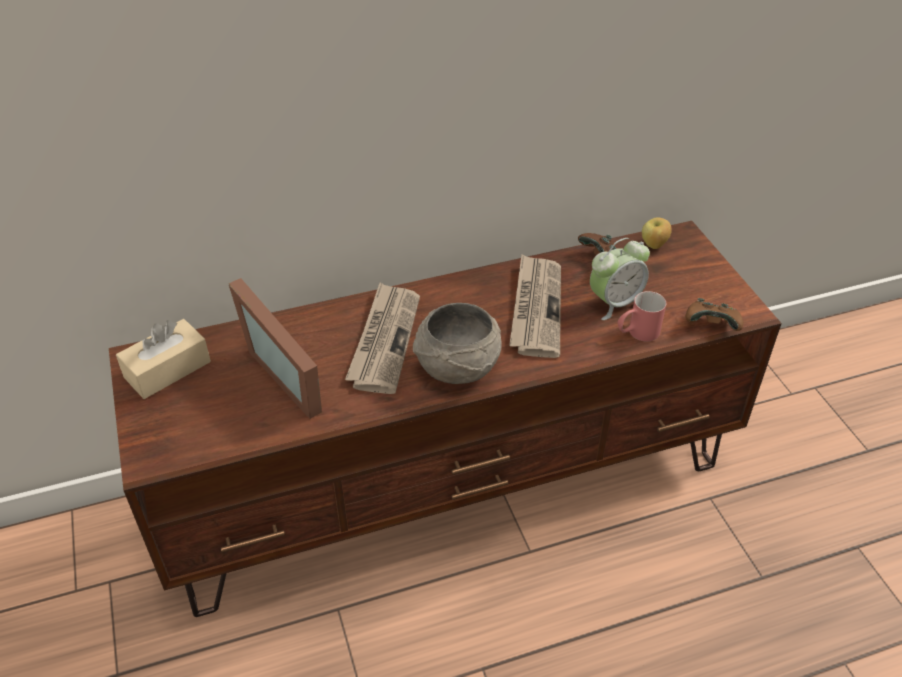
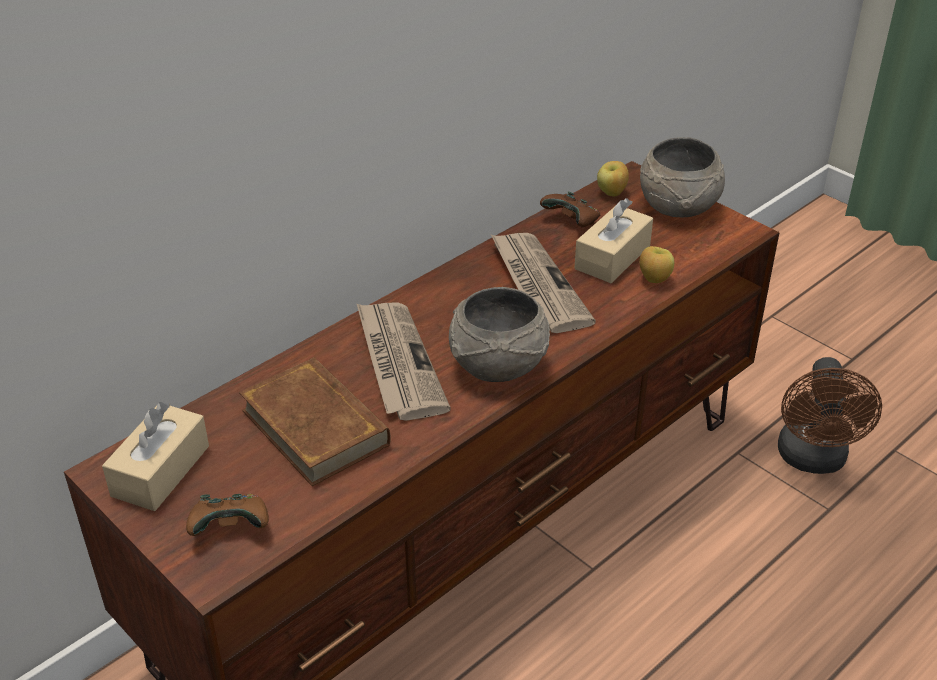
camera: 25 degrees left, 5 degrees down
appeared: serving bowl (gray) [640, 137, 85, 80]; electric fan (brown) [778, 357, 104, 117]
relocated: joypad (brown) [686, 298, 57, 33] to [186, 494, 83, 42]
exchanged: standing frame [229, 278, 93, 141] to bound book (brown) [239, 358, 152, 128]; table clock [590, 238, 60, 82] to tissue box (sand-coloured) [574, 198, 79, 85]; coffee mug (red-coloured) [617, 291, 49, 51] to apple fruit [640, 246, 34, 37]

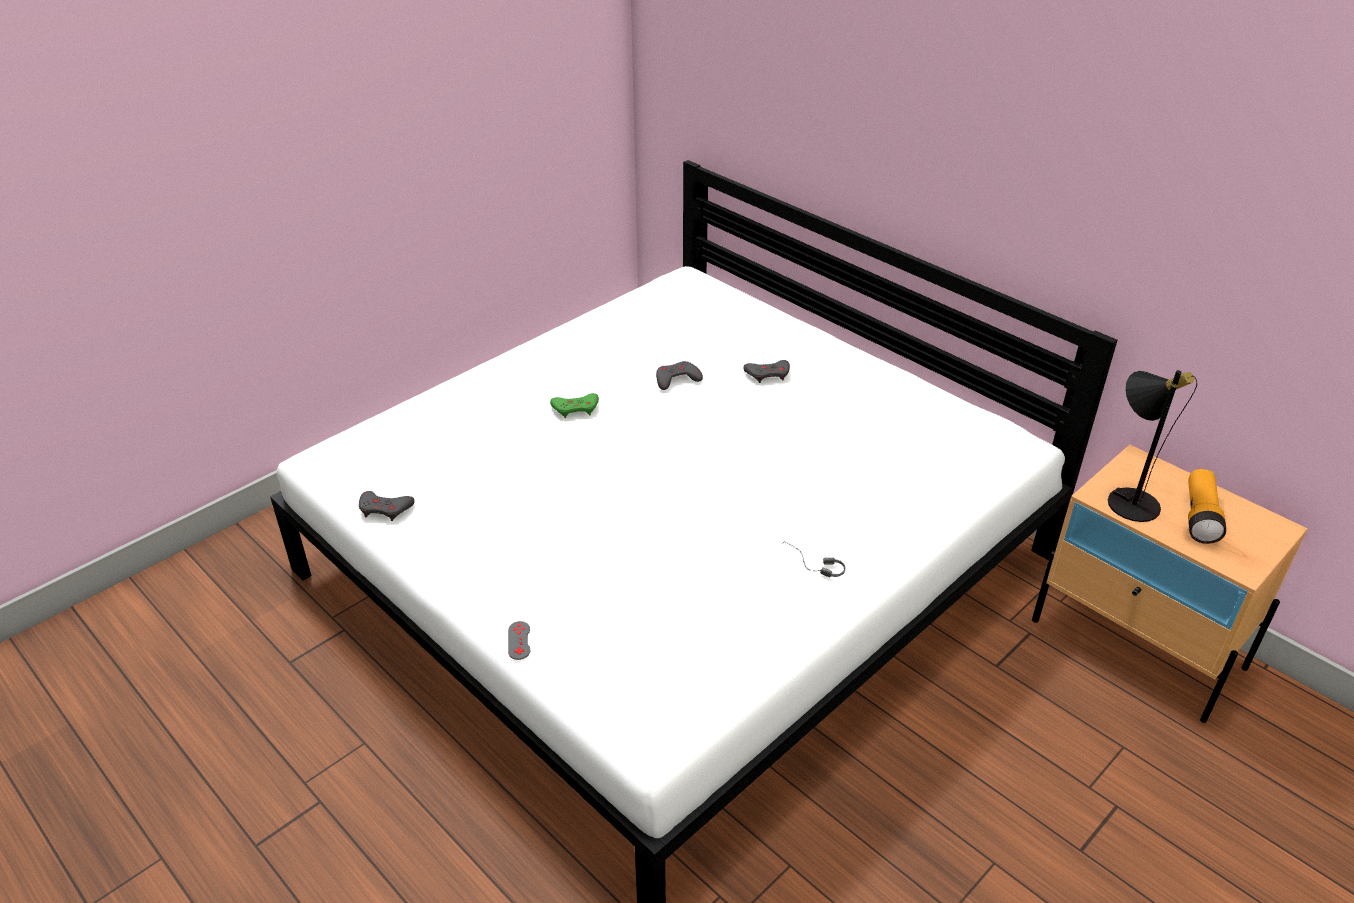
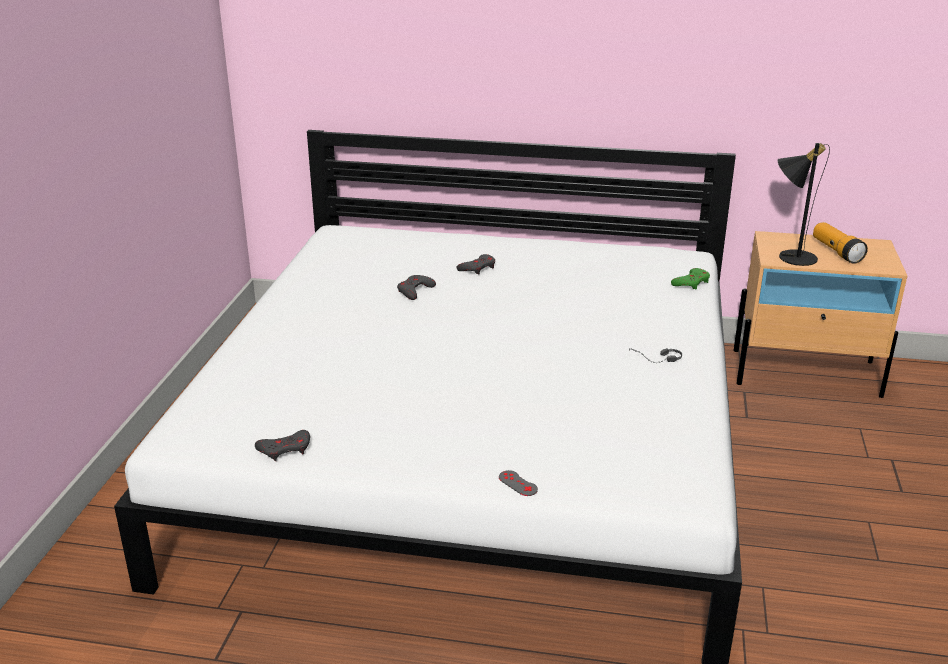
camera: 35 degrees left, 10 degrees down
relocated: joypad (green-coloured) [550, 393, 49, 25] to [671, 268, 39, 21]

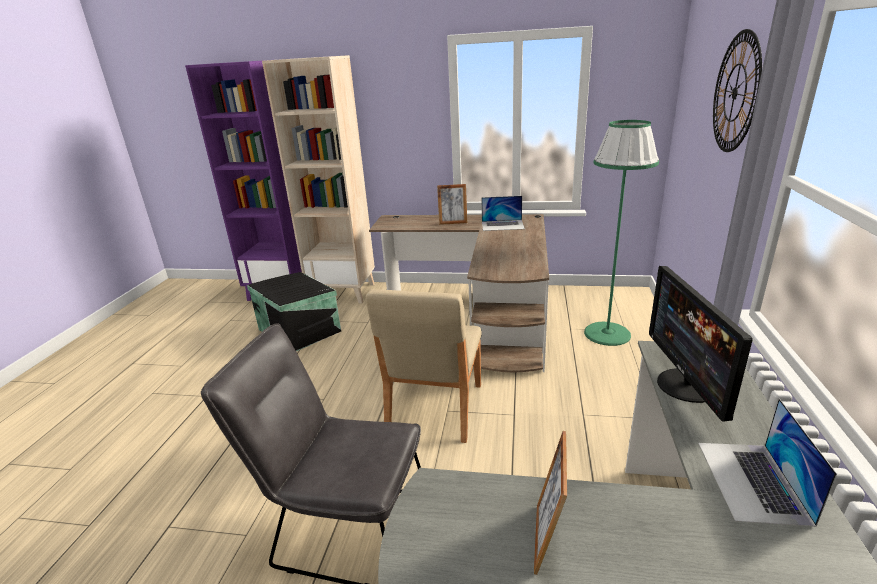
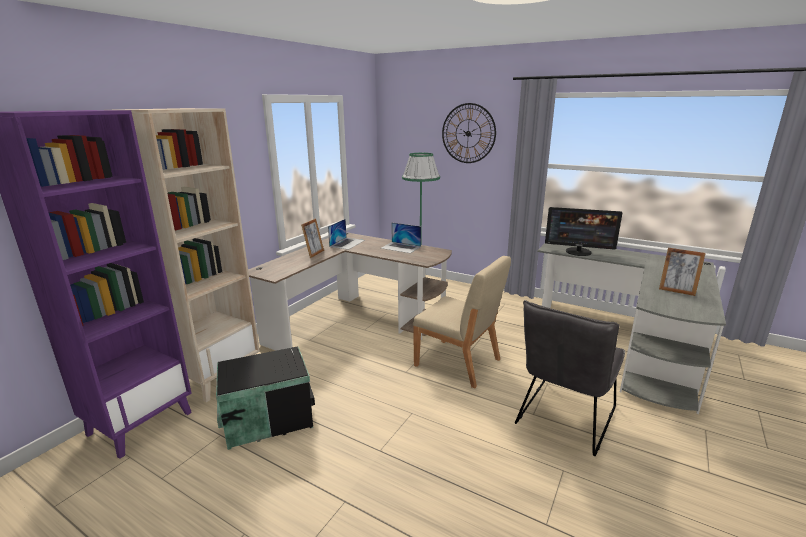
camera: 70 degrees left, 5 degrees down
relocated: portable computer [698, 398, 139, 129] to [381, 222, 40, 31]

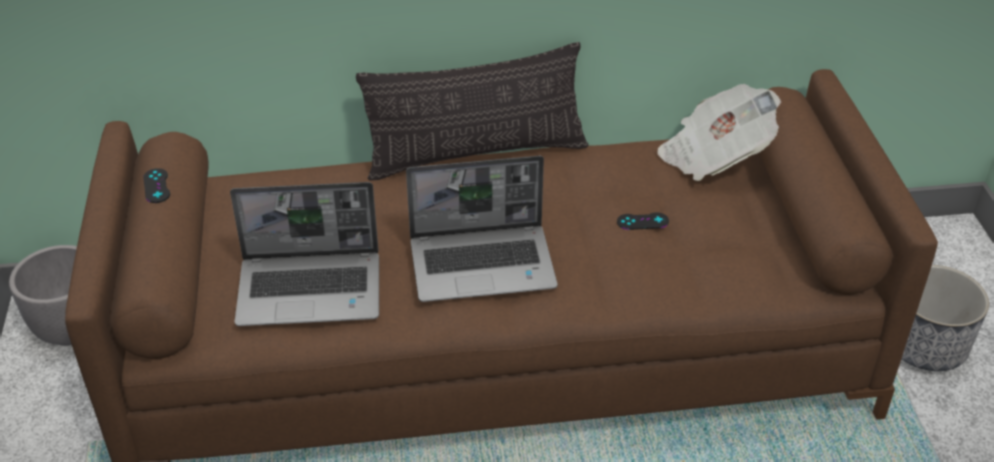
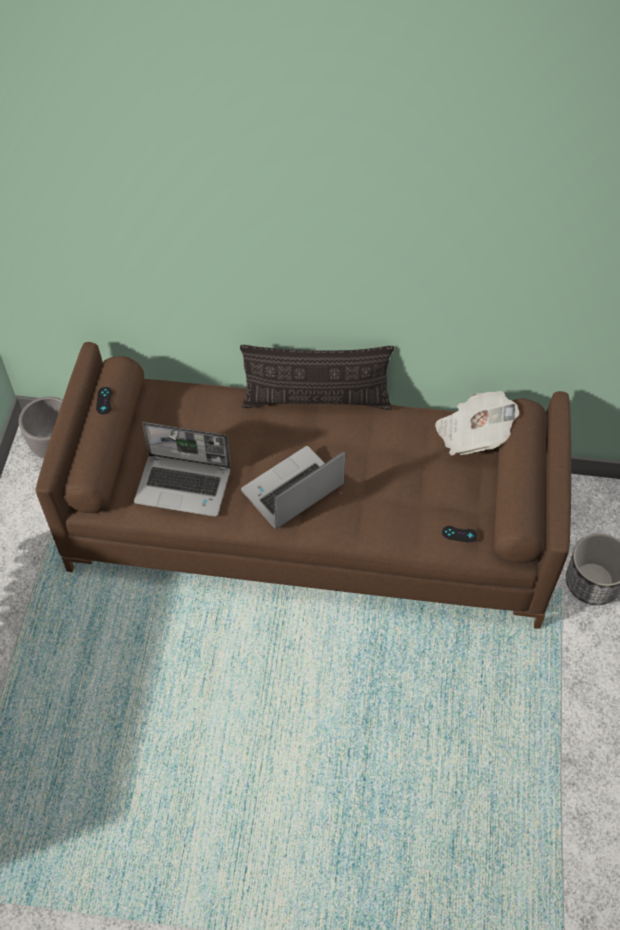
camera: 15 degrees right, 15 degrees up
relocated: joypad (black-coloured) [617, 212, 52, 18] to [442, 526, 35, 17]
spun: portable computer [406, 156, 152, 146] = [241, 446, 104, 83] 135 degrees clockwise

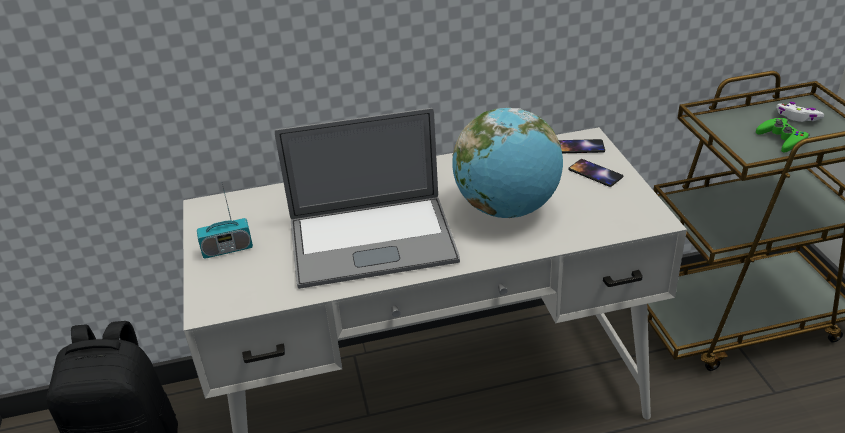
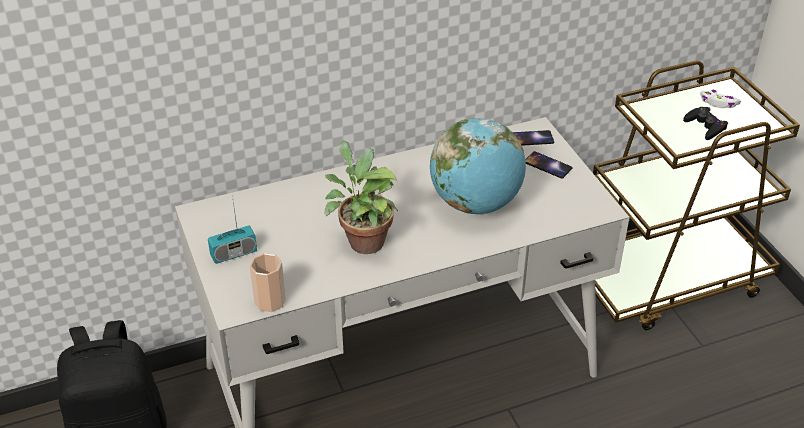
camera: 10 degrees left, 5 degrees up
appeared: small cup [249, 253, 37, 59]
exchanged: portable computer [275, 108, 185, 181] to houseplant [324, 141, 74, 113]
colour: joypad (green-coloured) [756, 118, 53, 34] to joypad (black-coloured) [683, 107, 45, 33]

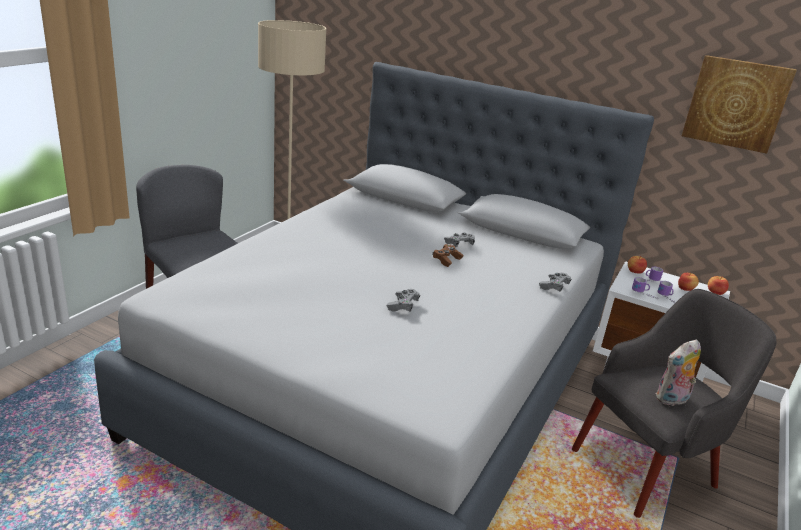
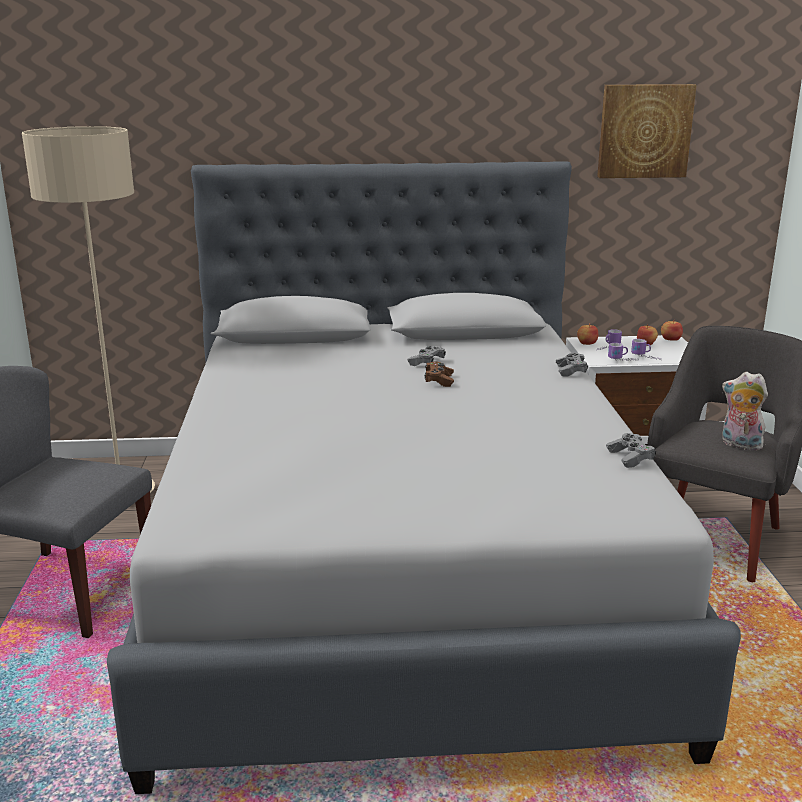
camera: 30 degrees left, 5 degrees down
relocated: joypad (gray) [387, 289, 33, 23] to [606, 433, 50, 35]
spun: cuddly toy [656, 339, 45, 67] = [722, 372, 46, 78] 90 degrees clockwise

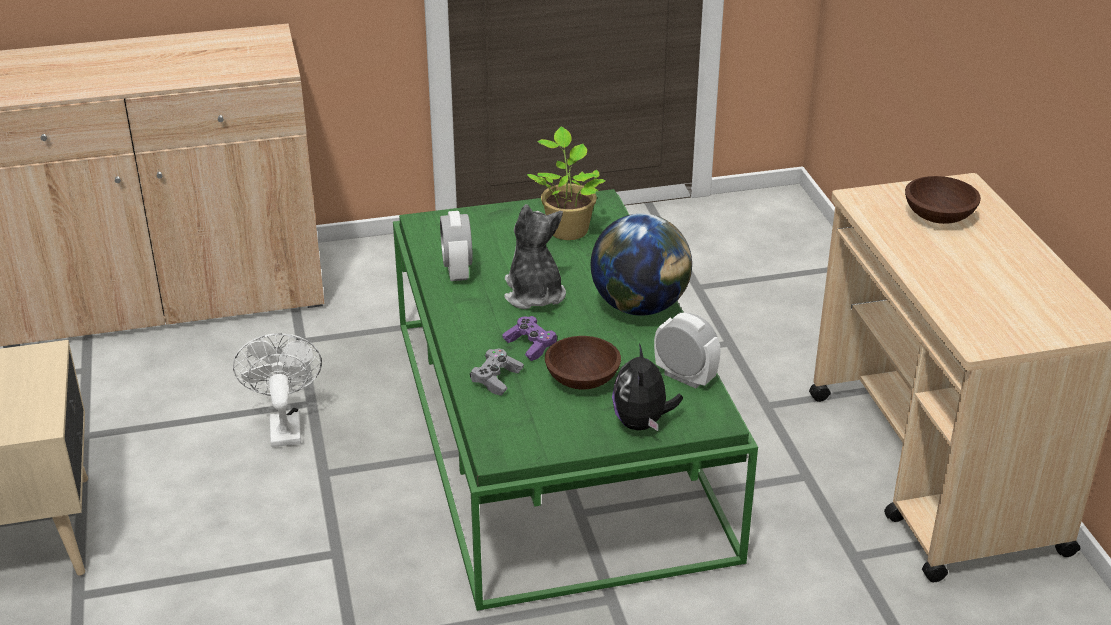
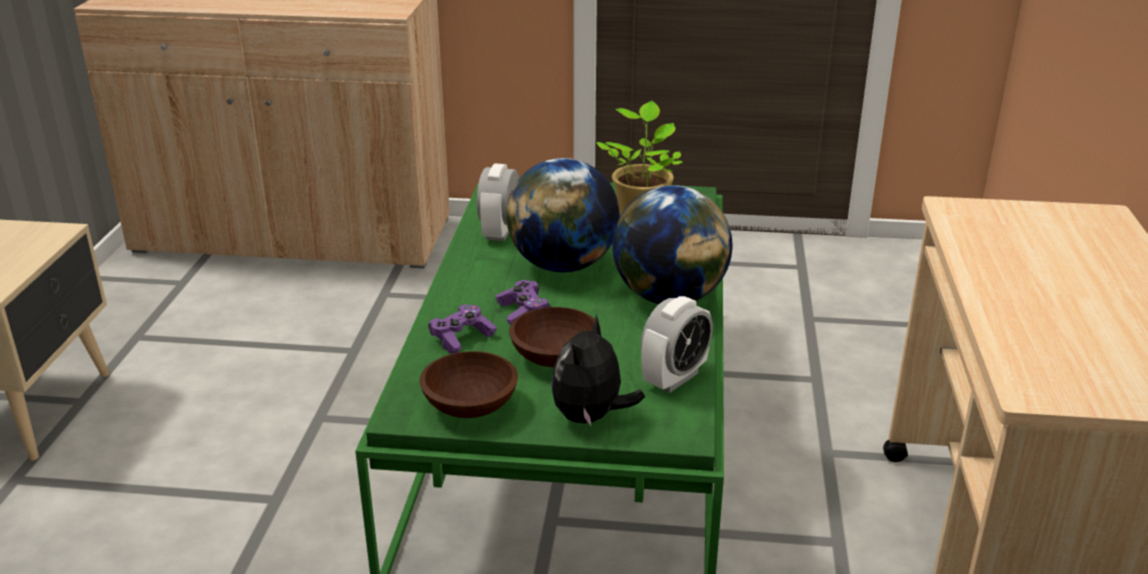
camera: 20 degrees right, 5 degrees down
missing: electric fan (white-coloured) [233, 333, 89, 114]
relocated: serving bowl (brown) [905, 176, 76, 48] to [420, 351, 98, 67]
exchanged: cuddly toy [504, 204, 62, 105] to desk globe [506, 158, 114, 115]
colour: joypad (gray) [470, 349, 54, 47] to joypad (purple) [428, 304, 69, 50]
spun: table clock [654, 313, 67, 75] = [641, 296, 72, 97] 75 degrees clockwise

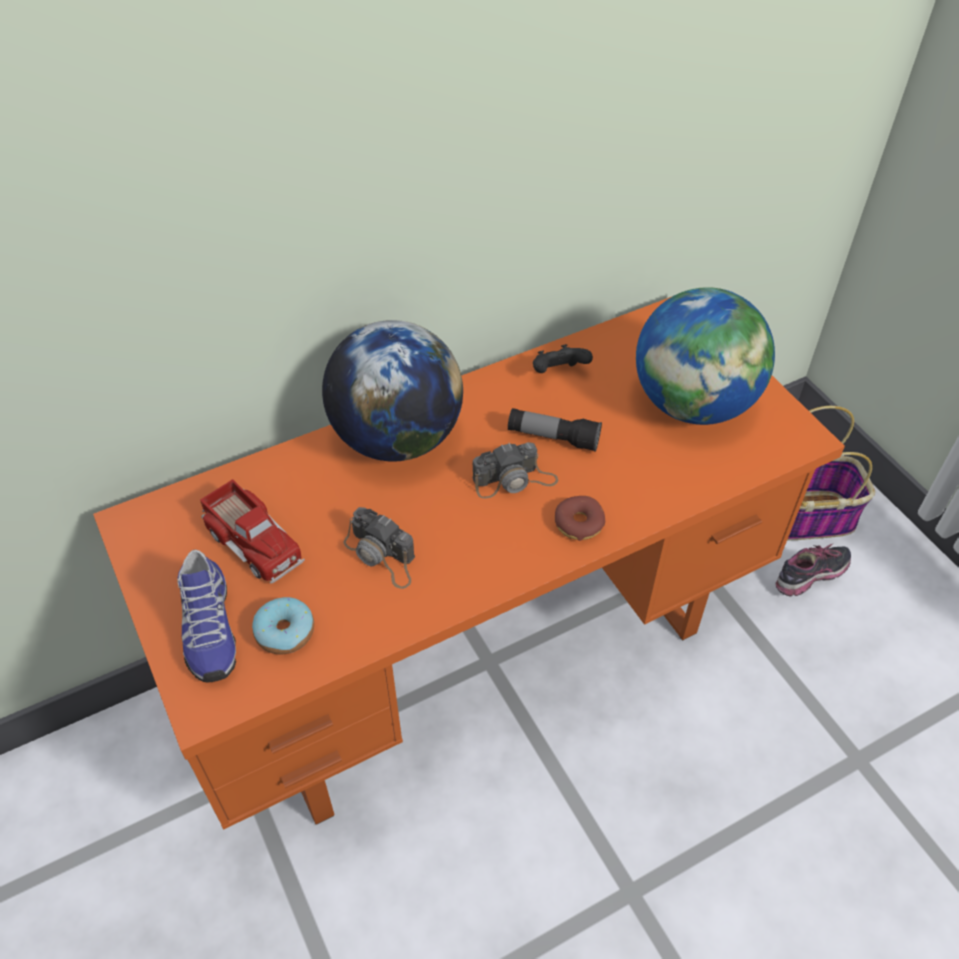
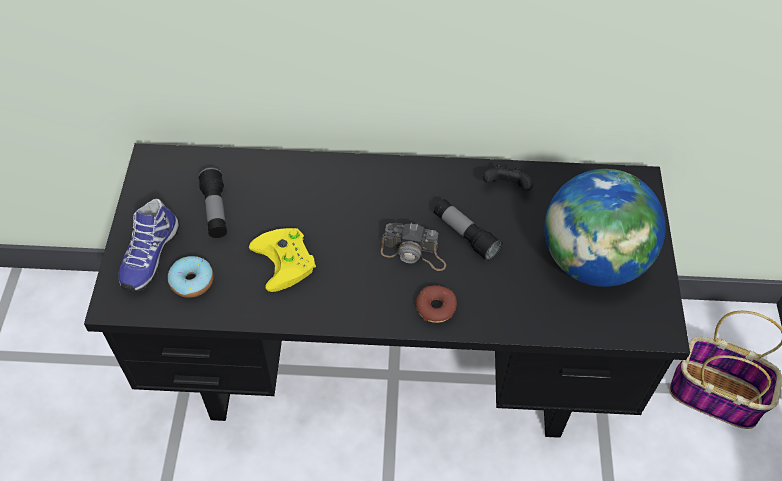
camera: 30 degrees right, 5 degrees up
missing: desk globe [322, 320, 141, 141]; shoe [775, 543, 76, 54]
exchanged: toy lorry [200, 479, 105, 105] to torch [198, 167, 29, 71]; photo camera [343, 507, 72, 82] to joypad (yellow) [249, 228, 67, 64]
colour: desk table (orangey) [93, 296, 752, 534] to desk table (black-coloured) [84, 143, 606, 295]

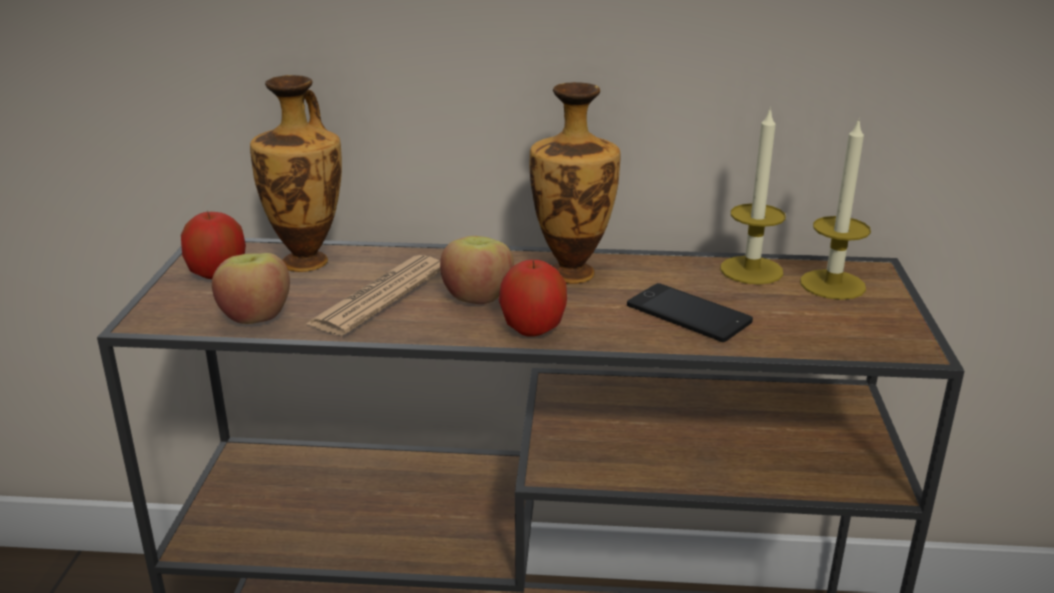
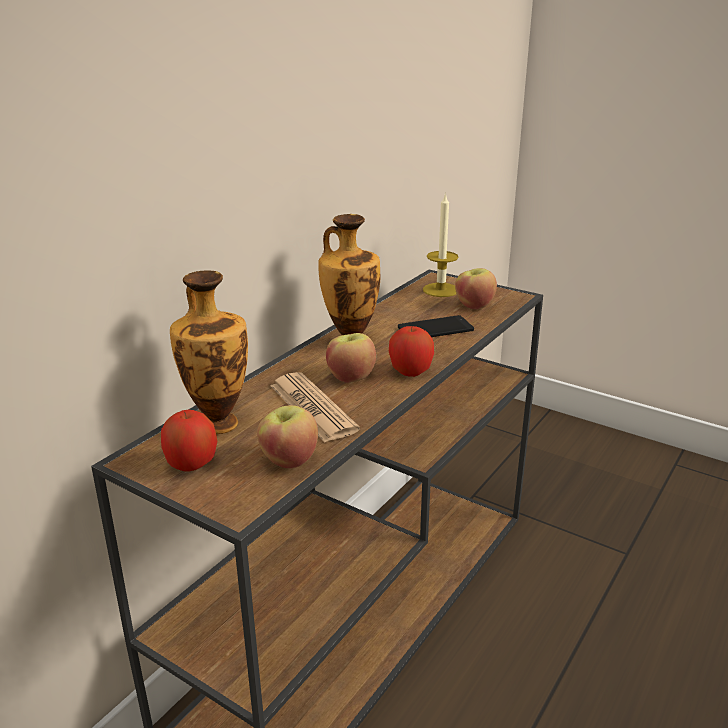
camera: 60 degrees left, 0 degrees up
missing: wax light [721, 107, 65, 178]
appeared: apple fruit [455, 268, 42, 41]

